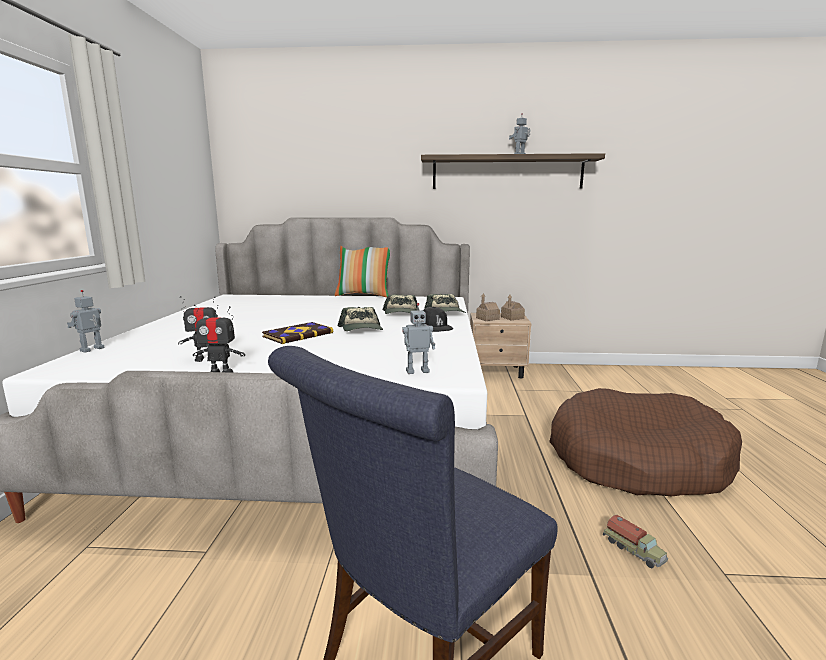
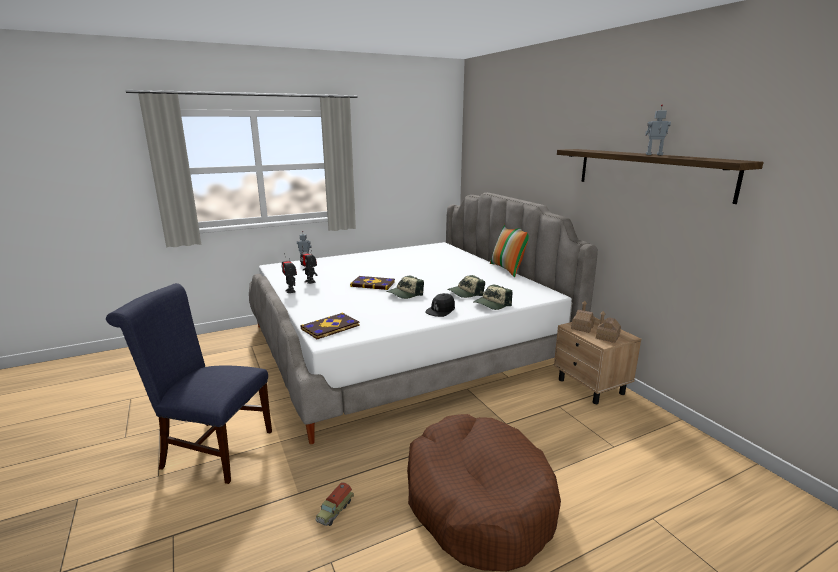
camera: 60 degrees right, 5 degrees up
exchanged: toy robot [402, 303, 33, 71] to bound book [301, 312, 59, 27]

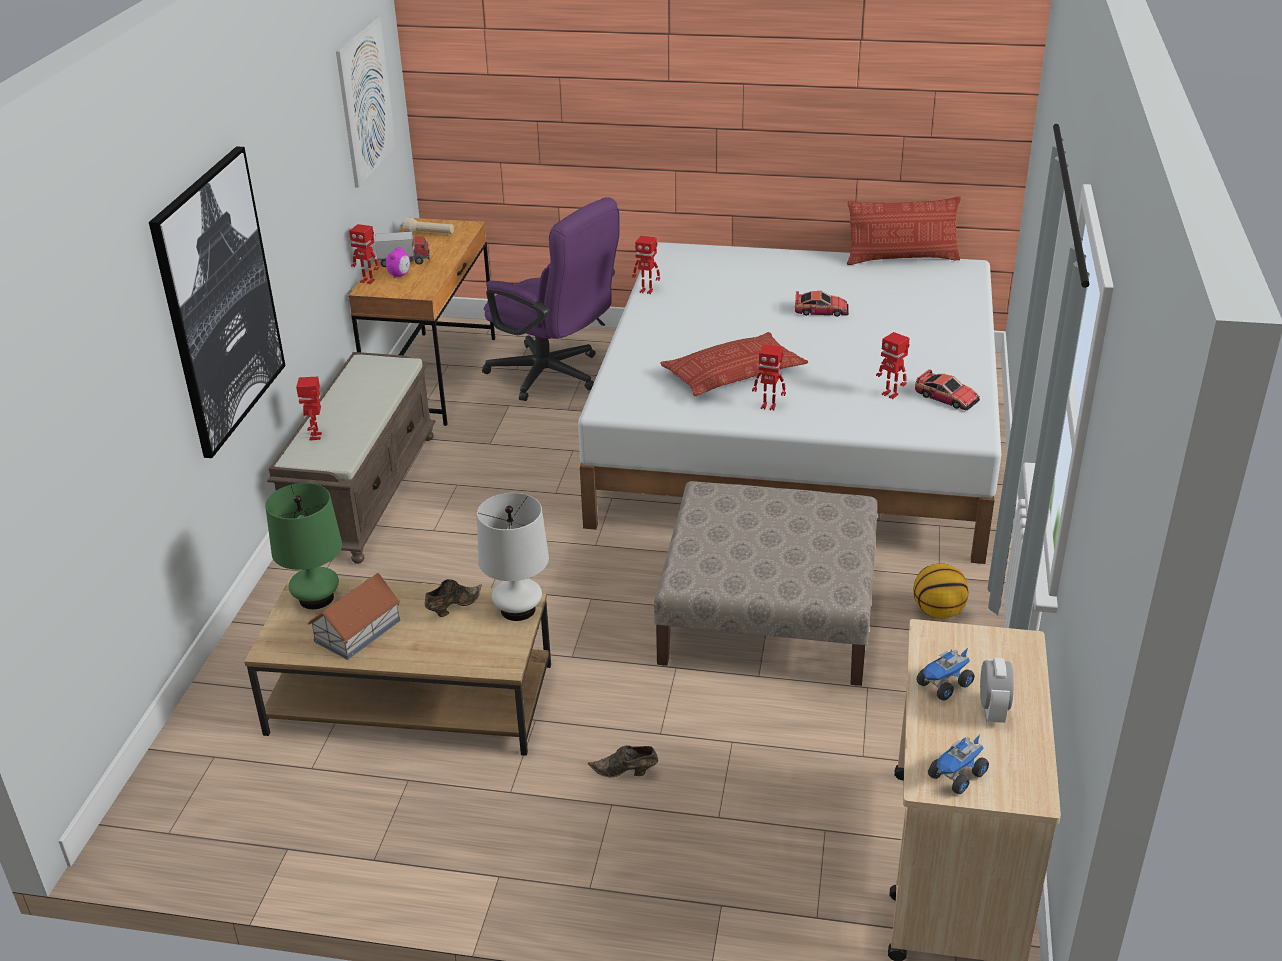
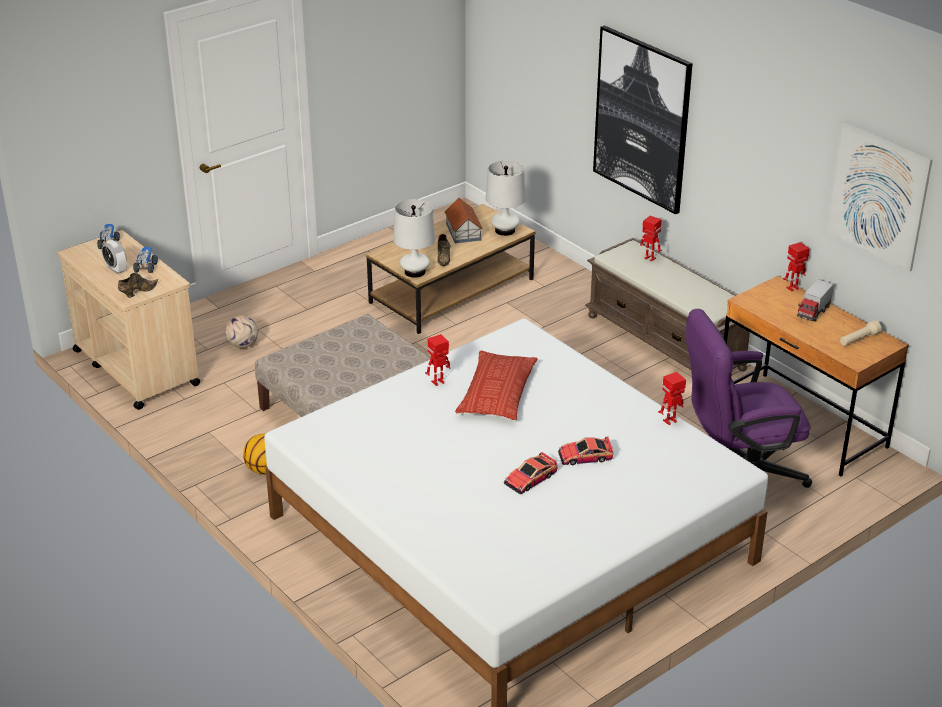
camera: 130 degrees right, 0 degrees up
missing: table clock [386, 247, 24, 32]; throw pillow [847, 196, 114, 69]; toy robot [876, 332, 34, 67]
appeared: football [225, 316, 33, 32]
relocated: shoe (brown) [588, 745, 70, 32] to [118, 273, 40, 25]; miniature car [915, 369, 65, 41] to [558, 437, 55, 28]
colour: table lamp (green-coloured) [265, 483, 77, 126] to table lamp (white-coloured) [486, 160, 40, 76]

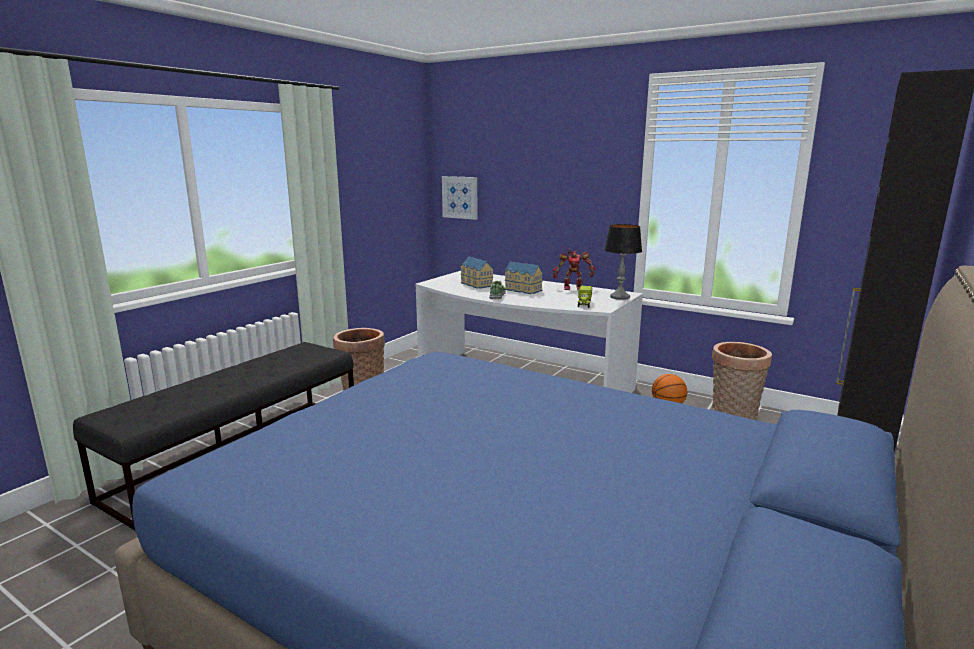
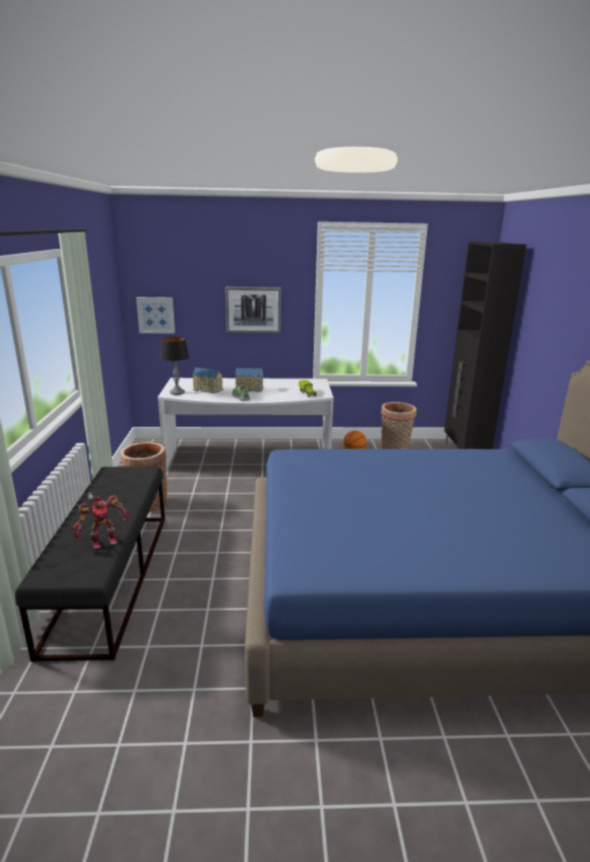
camera: 35 degrees left, 5 degrees up
appeared: picture [225, 287, 56, 46]
relocated: toy robot [553, 249, 43, 41] to [73, 492, 56, 58]; table lamp [604, 224, 38, 76] to [161, 337, 28, 58]

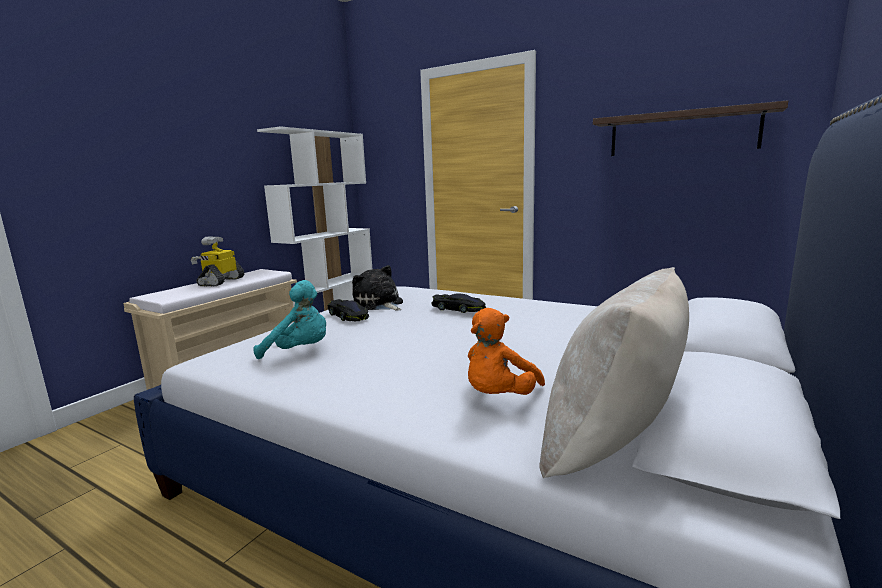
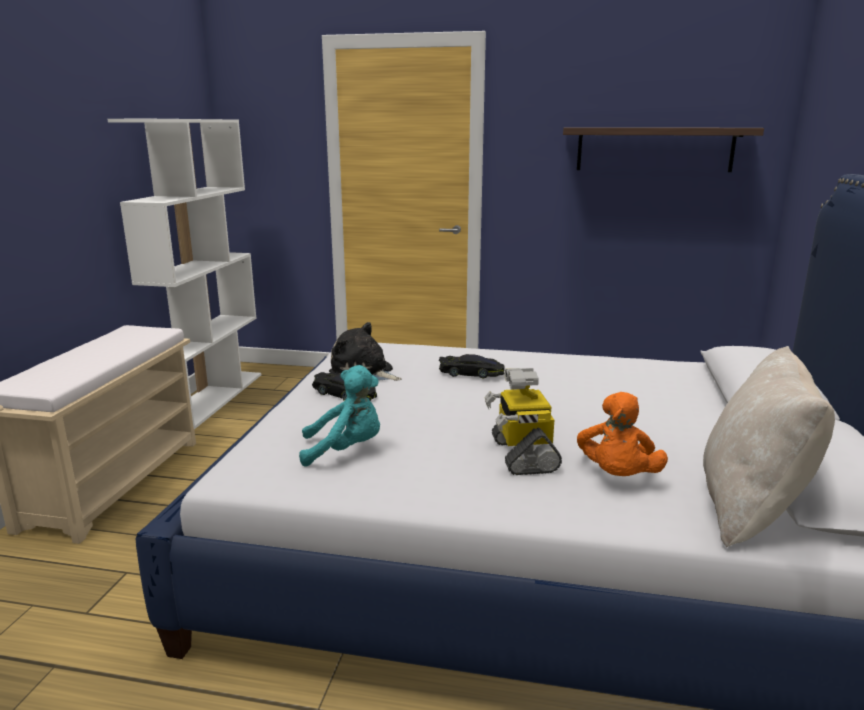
camera: 20 degrees left, 5 degrees up
relocated: toy robot [191, 236, 54, 51] to [484, 368, 78, 107]

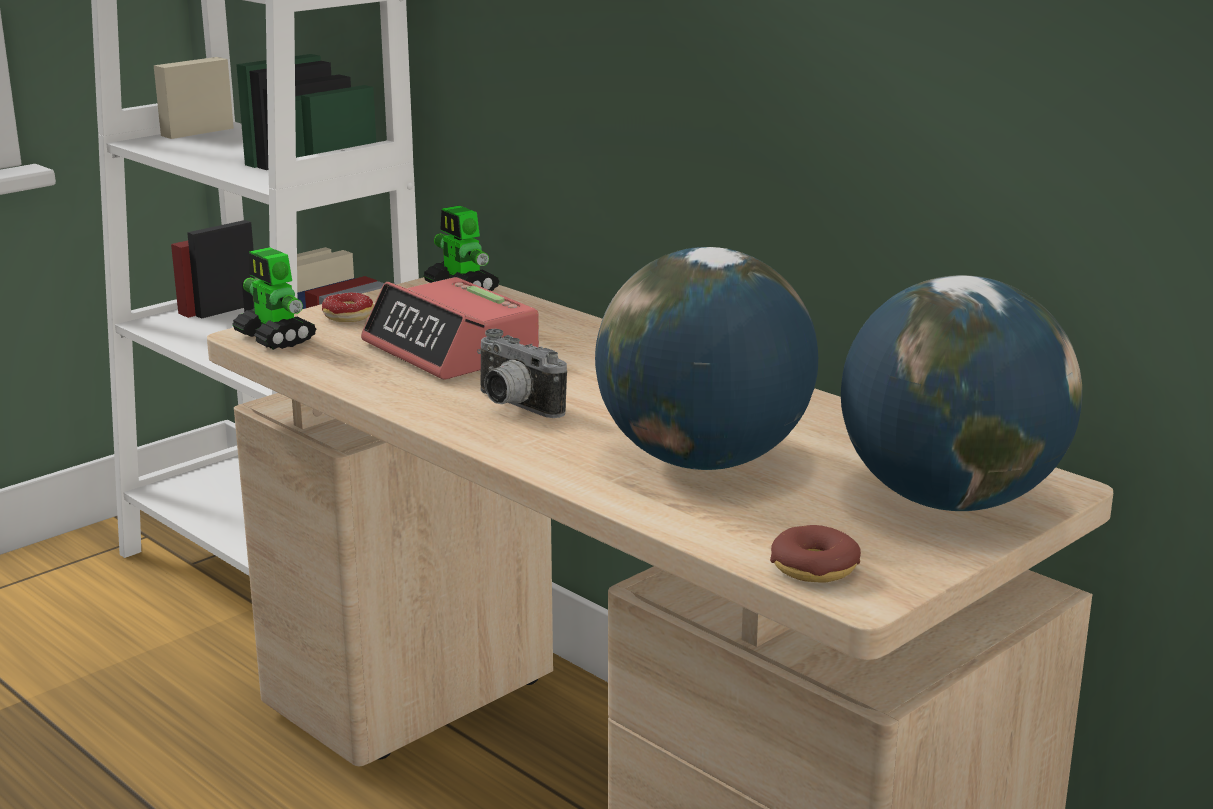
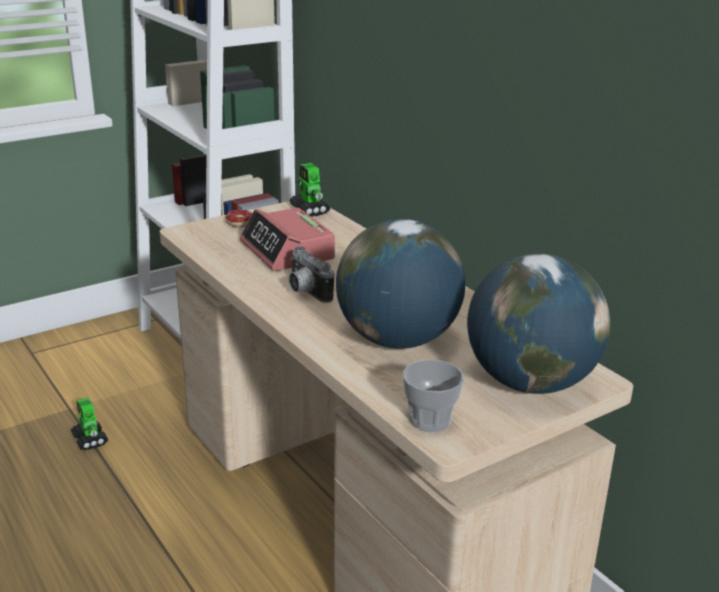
camera: 10 degrees right, 5 degrees up
relocated: toy robot [232, 247, 84, 103] to [71, 398, 37, 53]
exchanged: ring doughnut [770, 525, 91, 57] to small cup [403, 360, 61, 72]

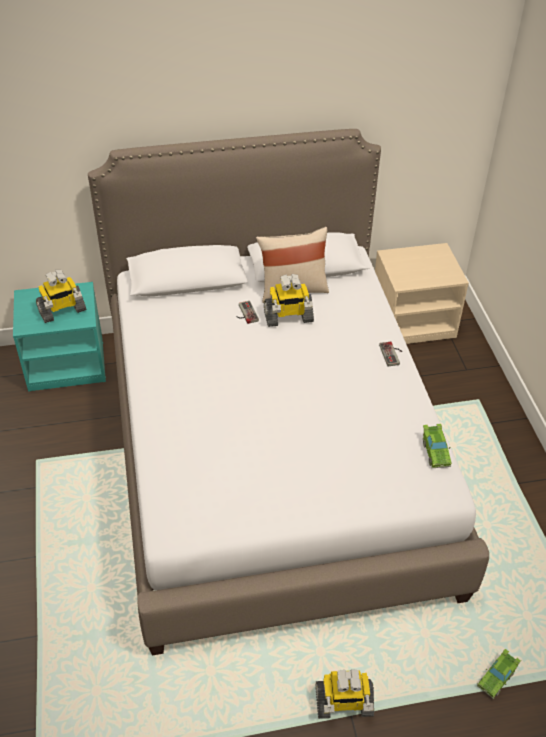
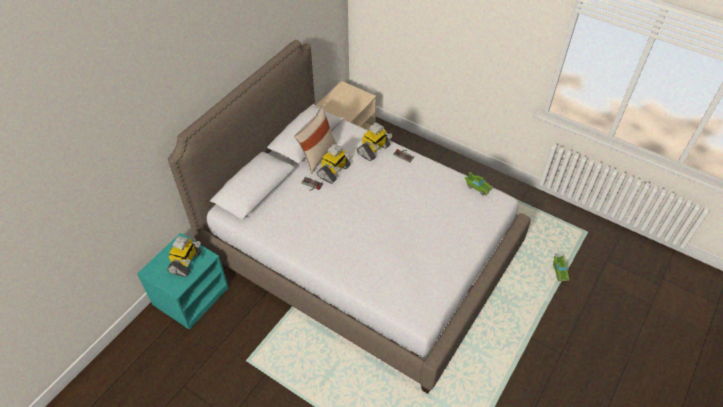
camera: 45 degrees left, 5 degrees up
relocated: toy robot [316, 669, 58, 50] to [357, 122, 36, 39]

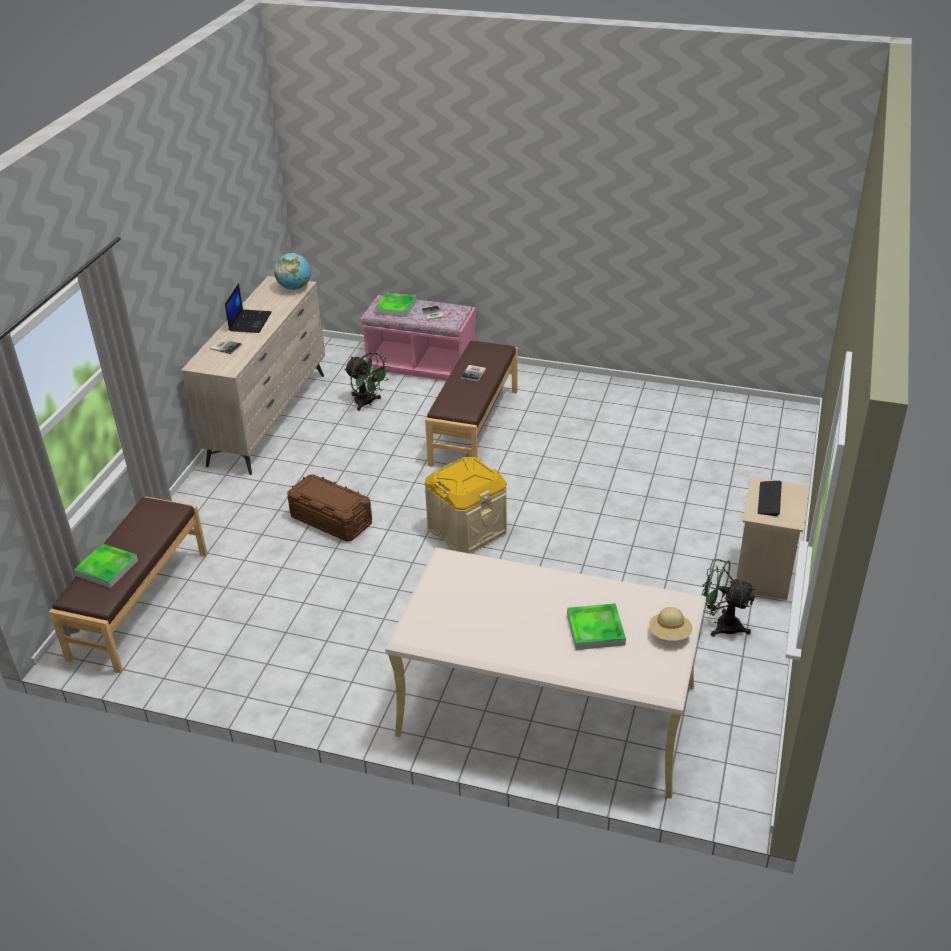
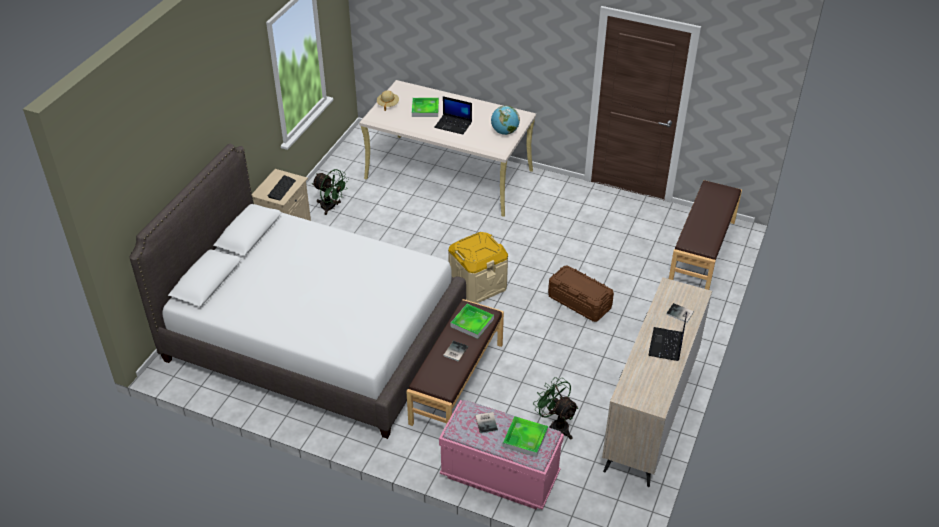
camera: 175 degrees left, 5 degrees up
appeared: bedroom bed (white-coloured) [130, 144, 336, 295]; portable computer [434, 96, 38, 38]
relocated: carrying tray [74, 543, 64, 45] to [451, 304, 43, 35]; desk globe [274, 253, 37, 37] to [491, 106, 29, 29]

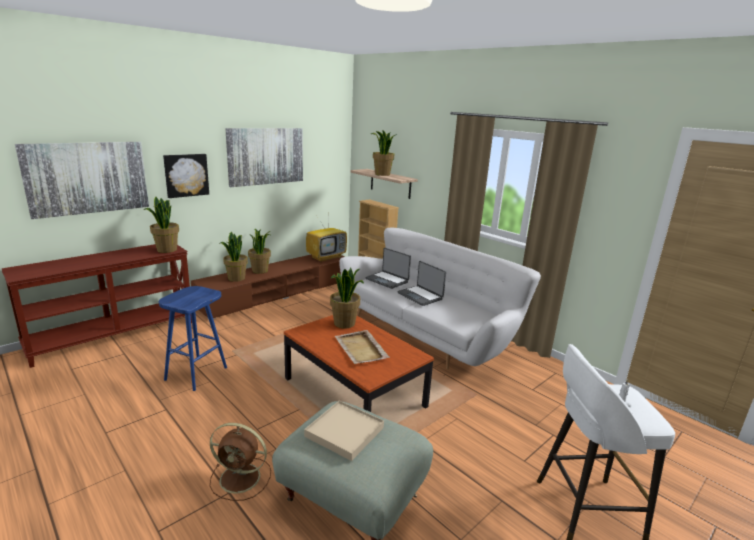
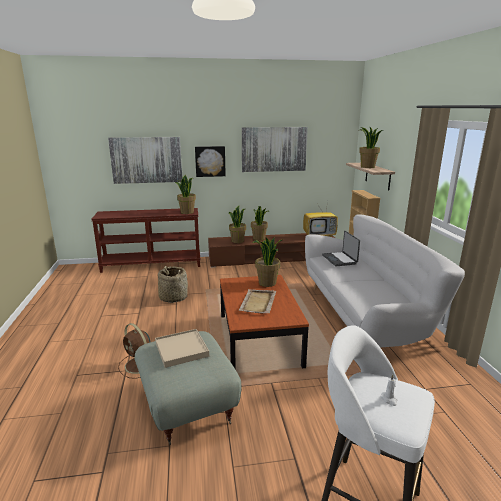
camera: 35 degrees right, 0 degrees up
missing: portable computer [397, 261, 49, 45]
exchanged: sitting stool (blue) [159, 286, 68, 105] to basket [158, 266, 30, 37]

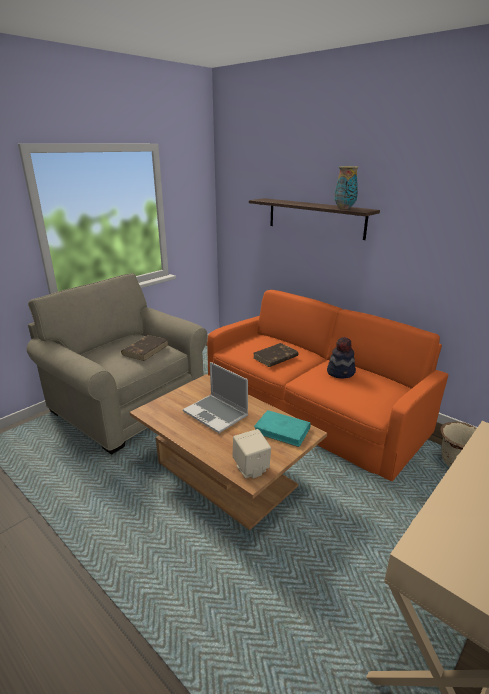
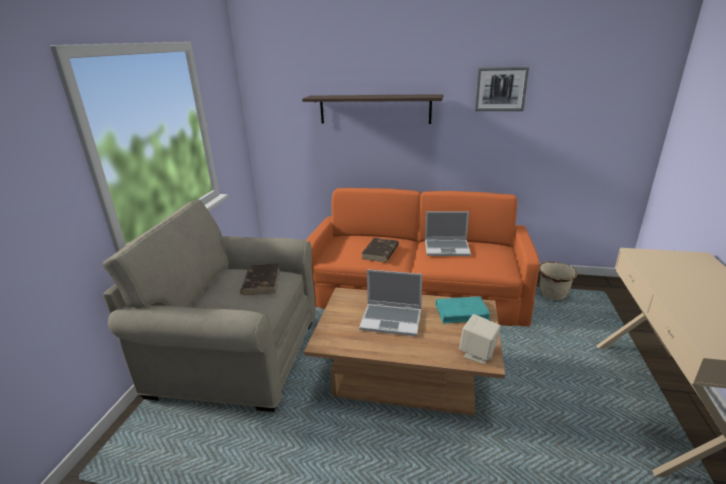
camera: 30 degrees left, 0 degrees up
missing: flower vase [334, 166, 25, 43]
appeared: picture [475, 67, 54, 44]
exchanged: clothing hat [327, 337, 29, 41] to portable computer [425, 212, 46, 44]

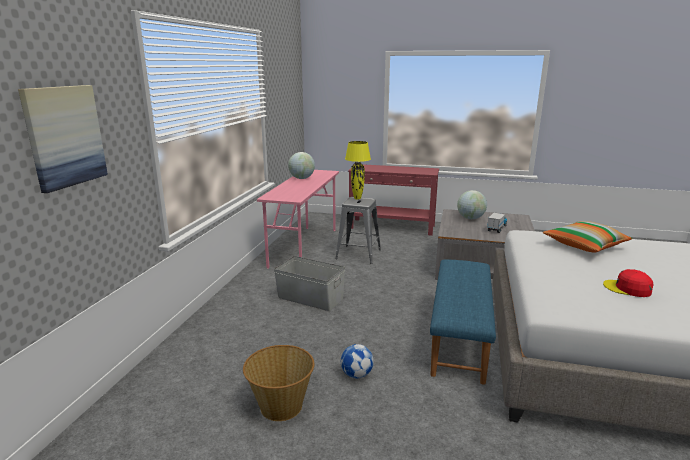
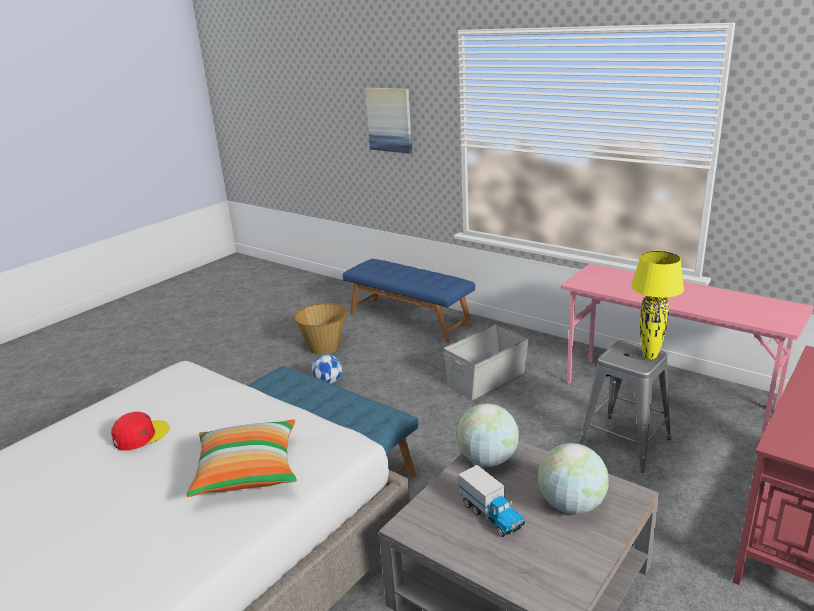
camera: 115 degrees right, 5 degrees up
appeared: bench (blue) [342, 259, 133, 84]
relocated: desk globe [288, 152, 27, 27] to [456, 403, 63, 64]

